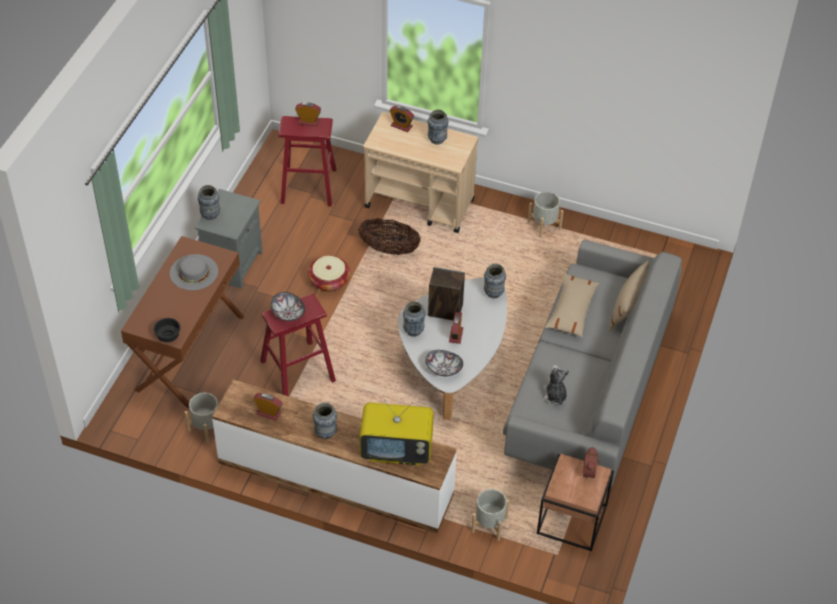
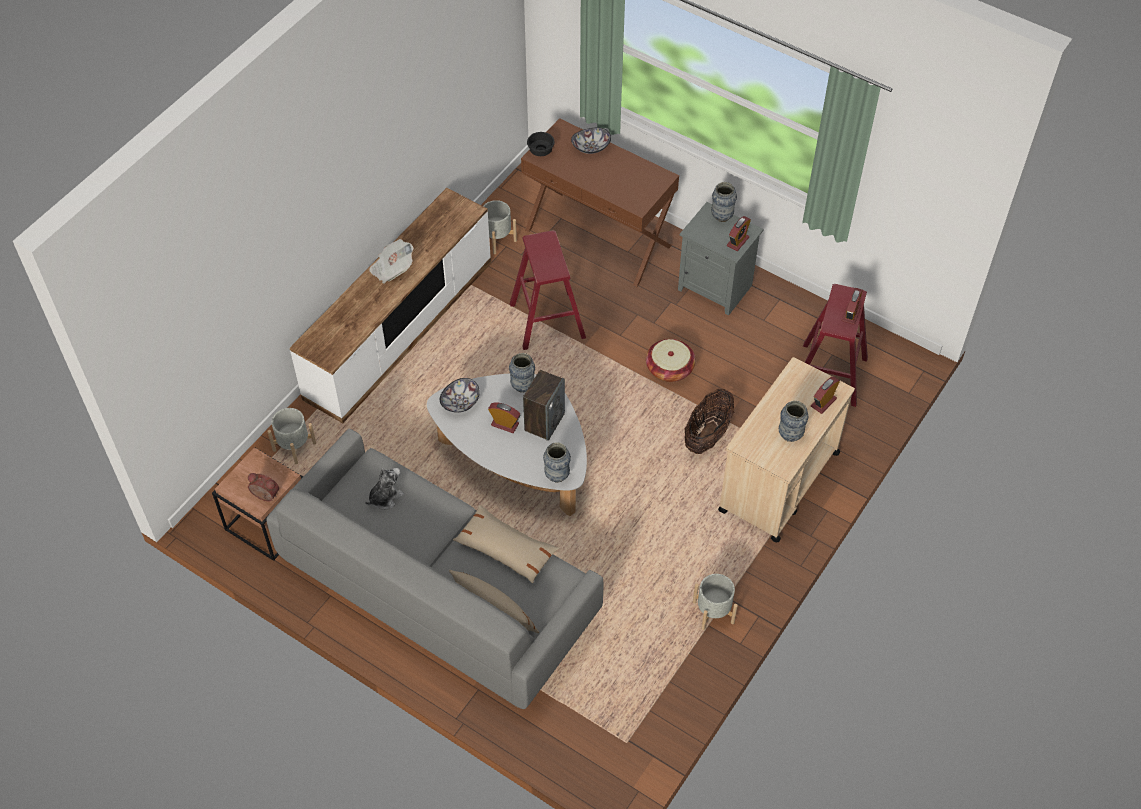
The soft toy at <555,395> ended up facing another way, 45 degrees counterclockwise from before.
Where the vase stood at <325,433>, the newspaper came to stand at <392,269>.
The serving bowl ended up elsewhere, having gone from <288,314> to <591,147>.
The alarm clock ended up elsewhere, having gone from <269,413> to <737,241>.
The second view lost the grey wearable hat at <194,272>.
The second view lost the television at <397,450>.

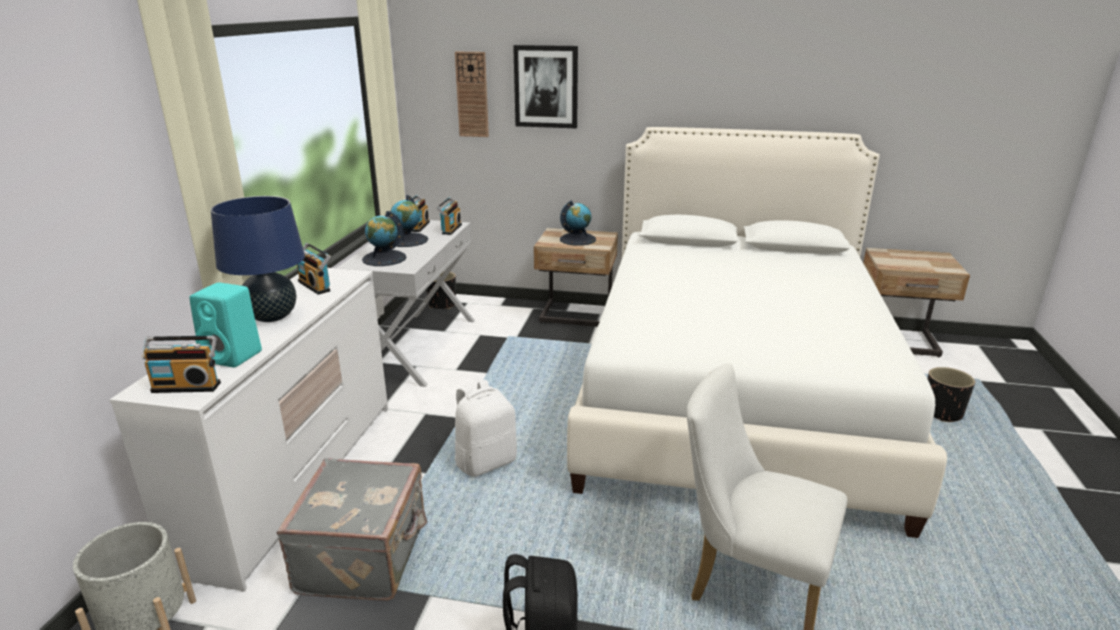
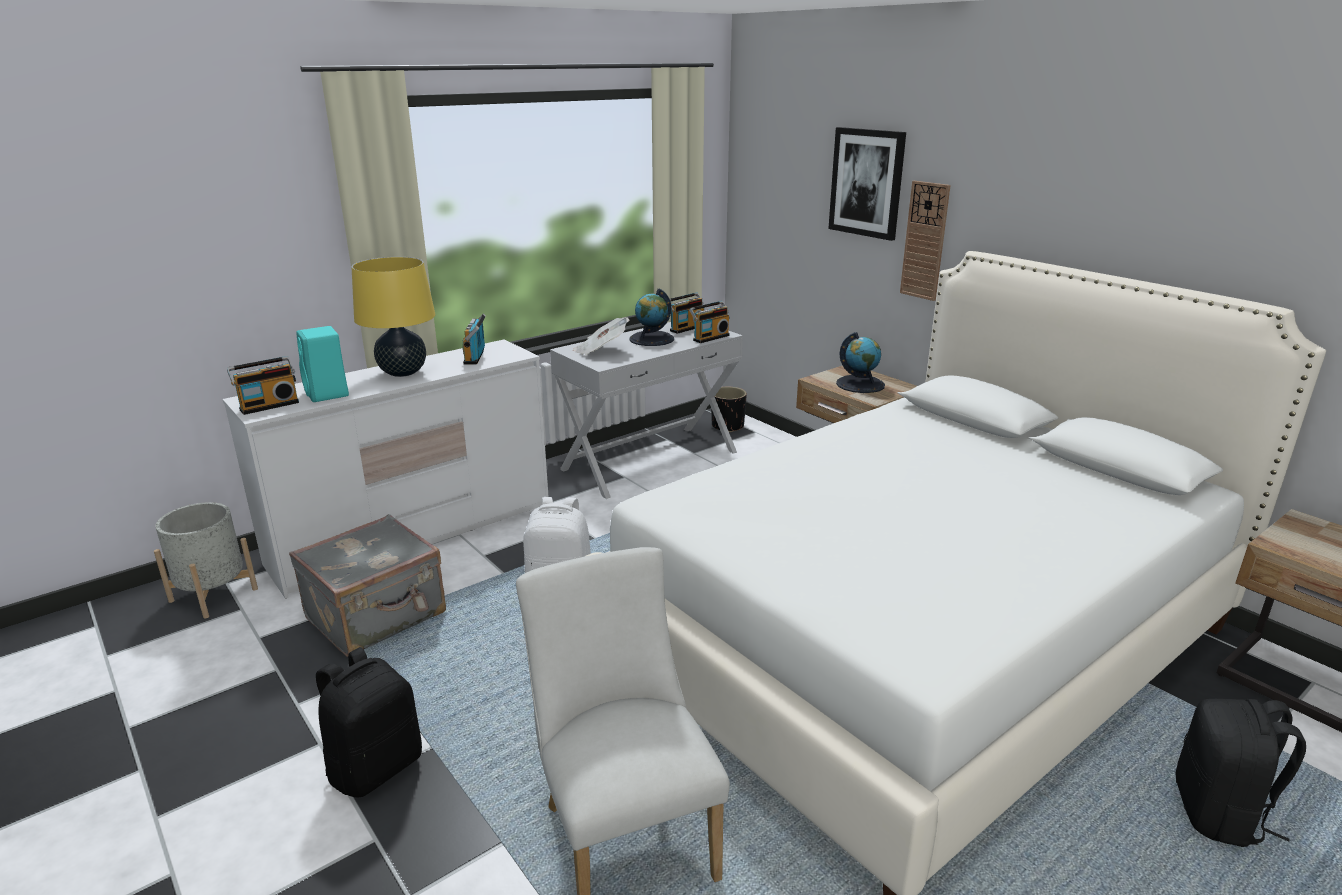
The radio set at <188,386> ended up facing another way, 75 degrees counterclockwise from before.
What was the bluish table lamp at <272,317> turned into the yellow-coloured table lamp at <403,372>.
Where the globe stood at <384,258>, the newspaper came to stand at <601,351>.
The hanging clock ended up elsewhere, having gone from <472,95> to <925,241>.
Where the blackish plant pot stood at <942,413>, the blackish backpack came to stand at <1219,814>.

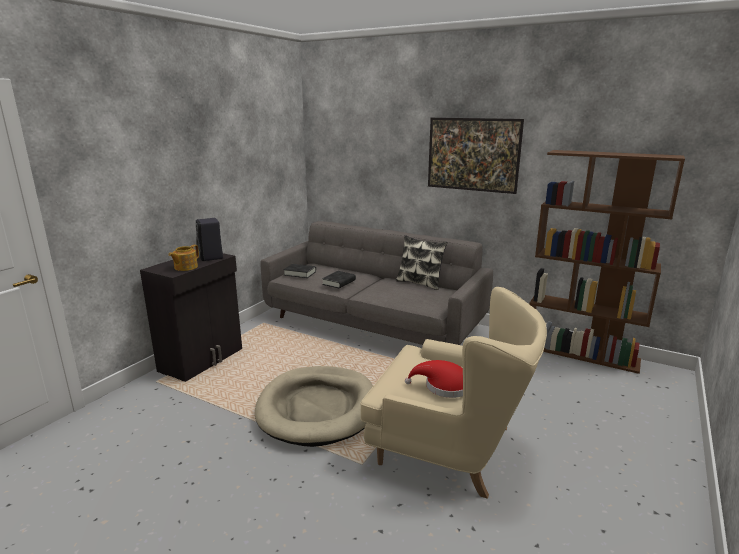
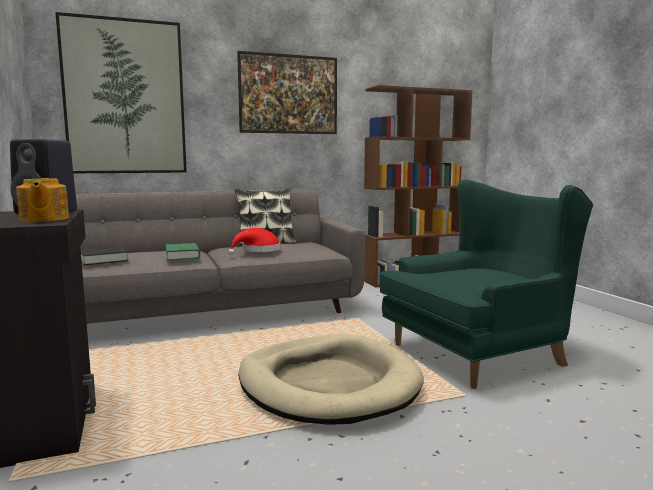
The second view gained the wall picture at <125,97>.
What was the blackish volume at <339,282> turned into the greenish volume at <182,256>.
The red wearable hat ended up elsewhere, having gone from <443,386> to <258,250>.
What was the beige lounge chair at <449,446> turned into the greenish lounge chair at <480,353>.

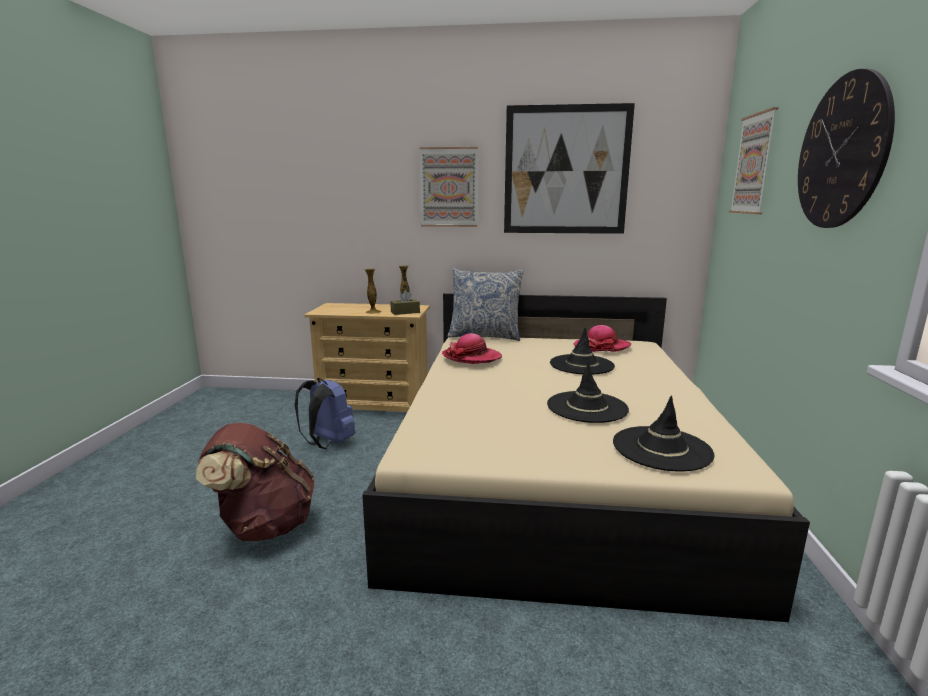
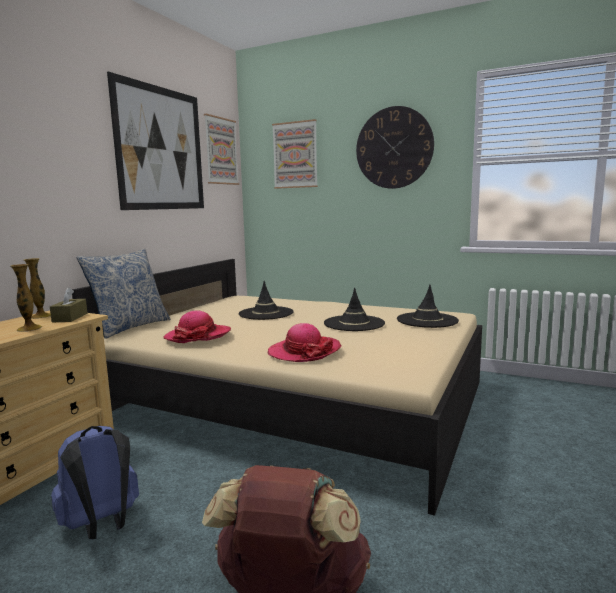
The wall picture ended up elsewhere, having gone from <449,187> to <221,151>.
The wearable hat ended up elsewhere, having gone from <602,347> to <304,352>.

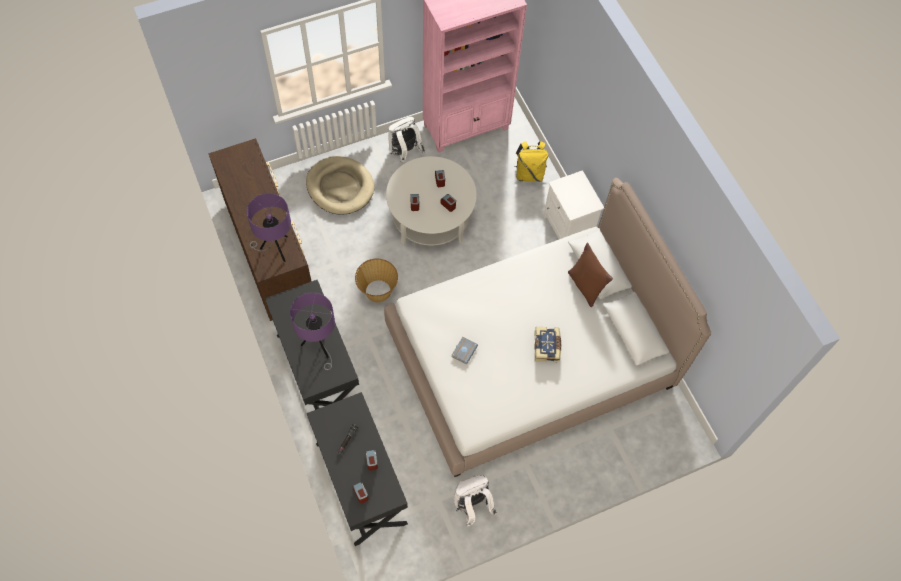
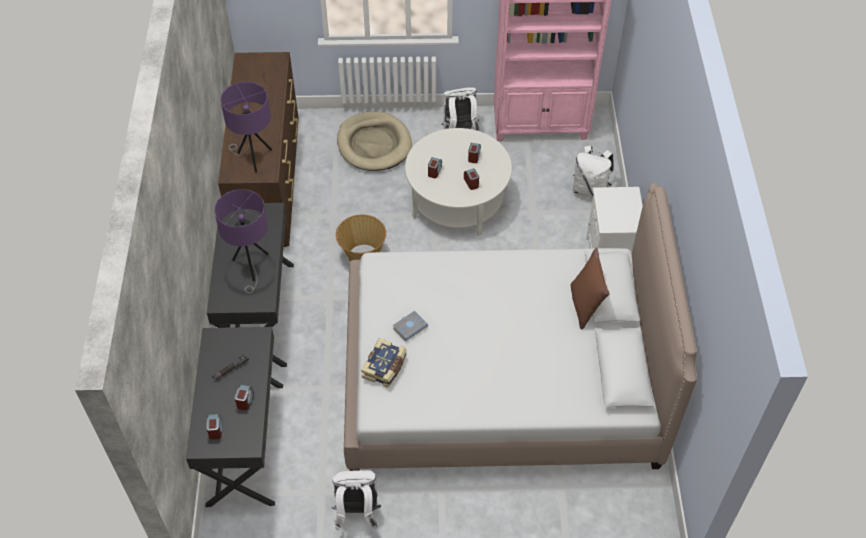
The volume ended up elsewhere, having gone from <547,347> to <385,367>.
What was the yellow-coloured backpack at <529,174> turned into the white-coloured backpack at <590,190>.

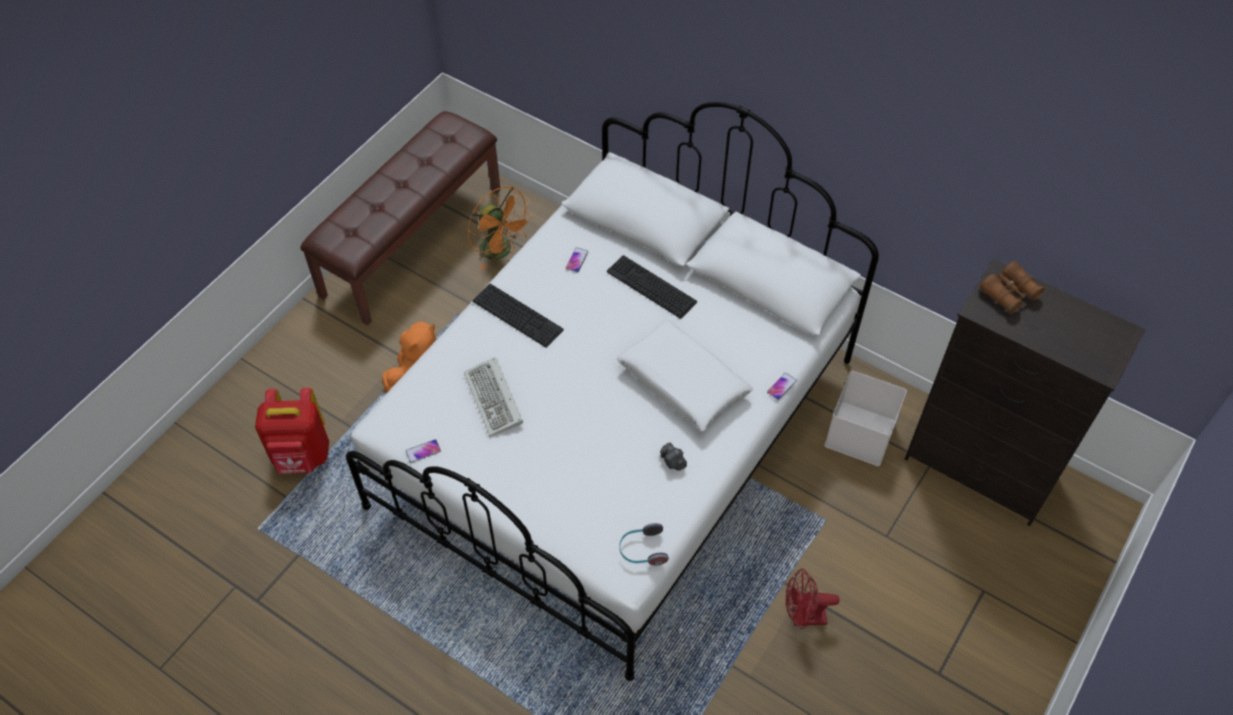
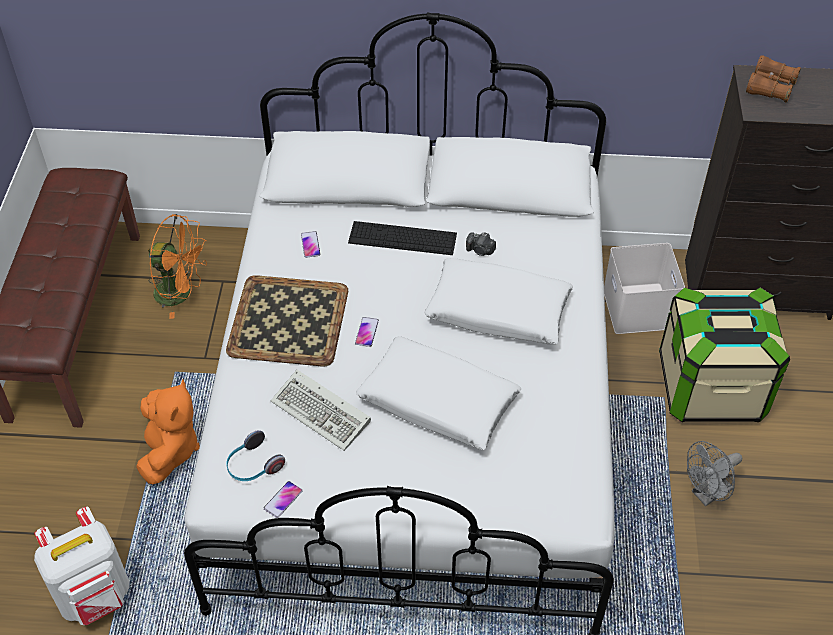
What was the red backpack at <302,456> turned into the white-coloured backpack at <95,596>.
Where the computer keyboard stood at <517,315>, the carrying tray came to stand at <287,321>.
The headphones ended up elsewhere, having gone from <642,550> to <253,466>.
The handset ended up elsewhere, having gone from <781,386> to <366,332>.
The second view gained the white-coloured throw pillow at <438,402>.
The photo camera ended up elsewhere, having gone from <673,462> to <480,250>.
The second view gained the storage box at <711,387>.
What was the red fan at <803,617> turned into the grey fan at <707,494>.

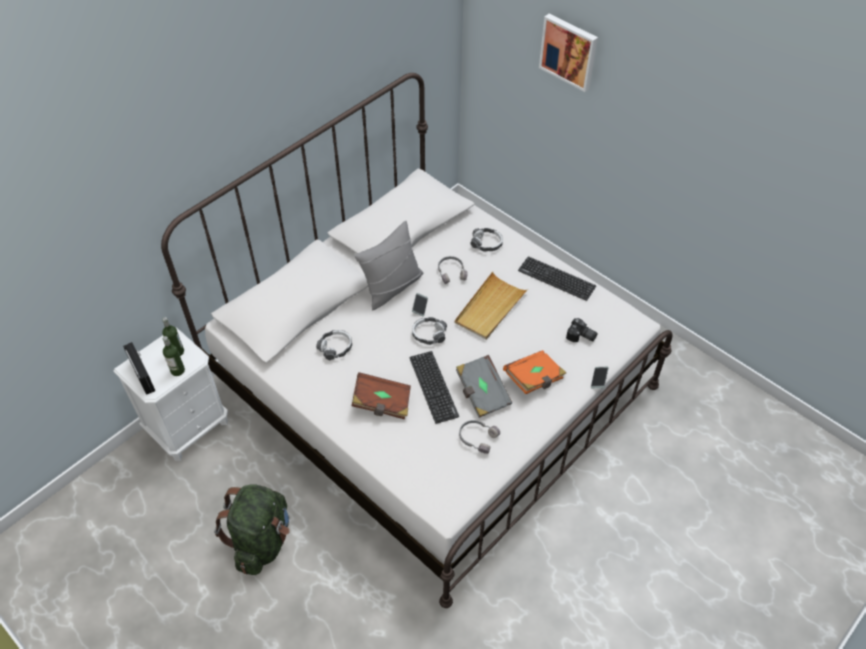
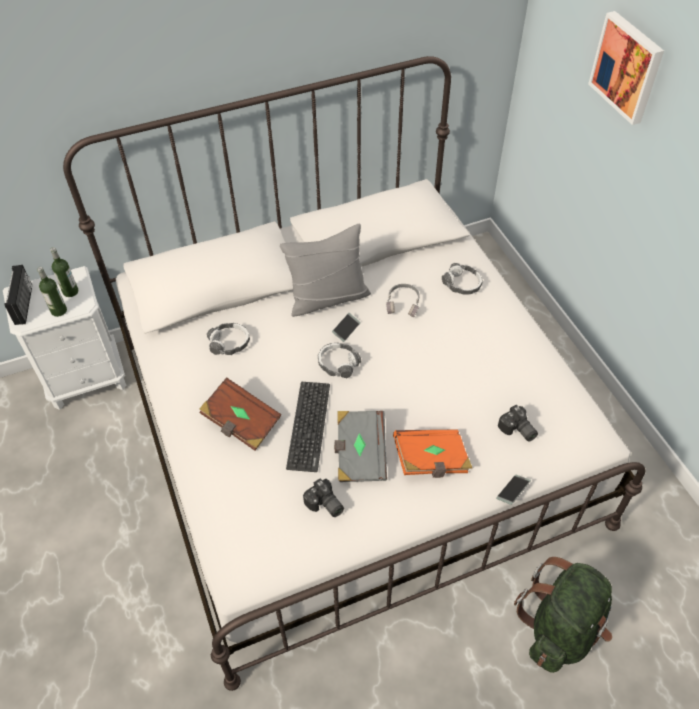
Where the grey headphones stood at <477,437>, the photo camera came to stand at <324,505>.
The greenish backpack ended up elsewhere, having gone from <262,540> to <560,628>.
The second view lost the beige carrying tray at <490,308>.
The second view lost the computer keyboard at <556,278>.

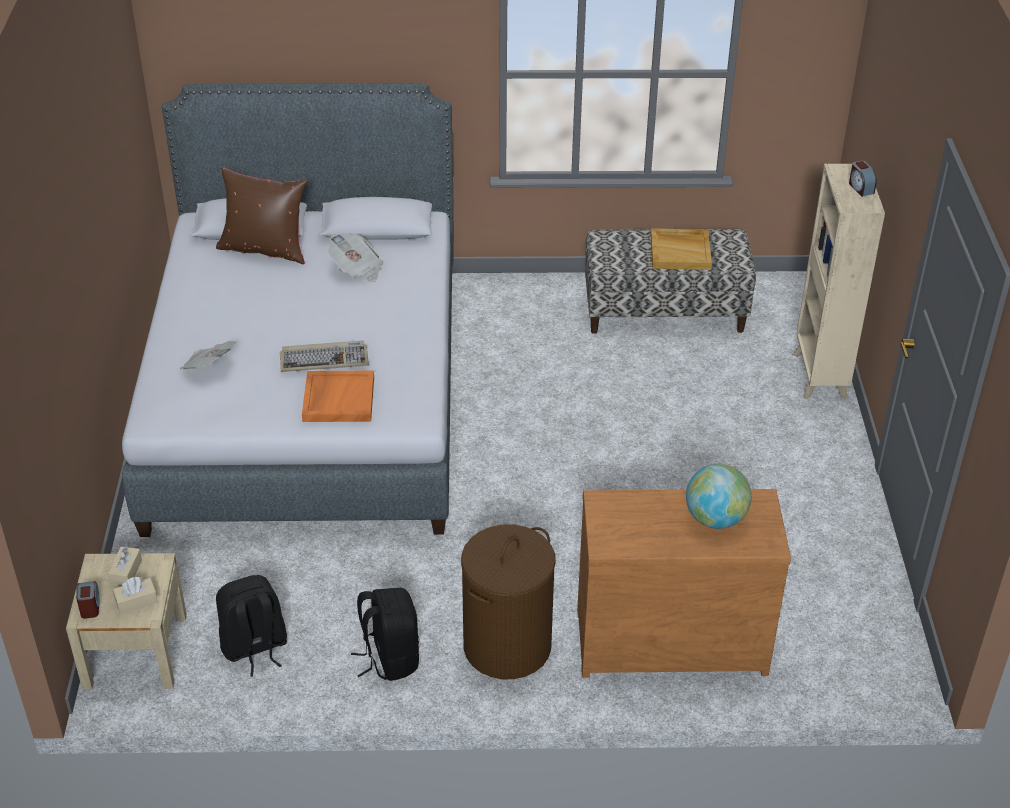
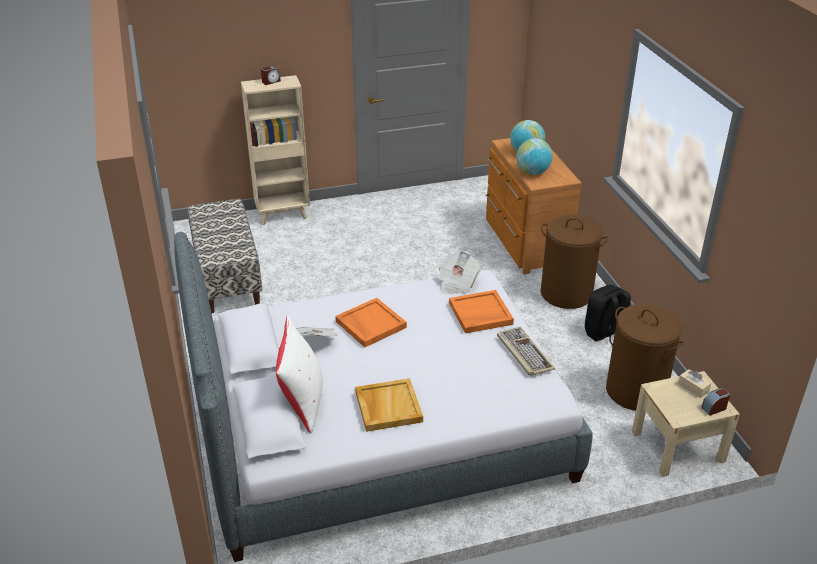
What was the brown-coloured throw pillow at <265,249> turned into the white-coloured throw pillow at <302,401>.
The second view gained the orange carrying tray at <370,324>.
The beige carrying tray ended up elsewhere, having gone from <680,251> to <388,406>.
The newspaper ended up elsewhere, having gone from <209,367> to <457,283>.
The computer keyboard ended up elsewhere, having gone from <324,359> to <523,353>.
The second view gained the globe at <533,172>.
Where the blackish backpack stood at <254,648>, the brown-coloured washing basket came to stand at <636,391>.
The second view lost the beige tissue box at <126,572>.

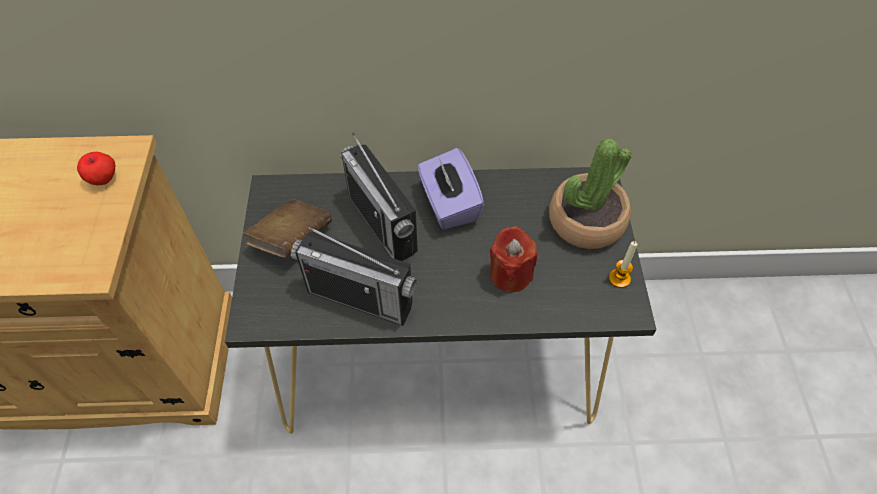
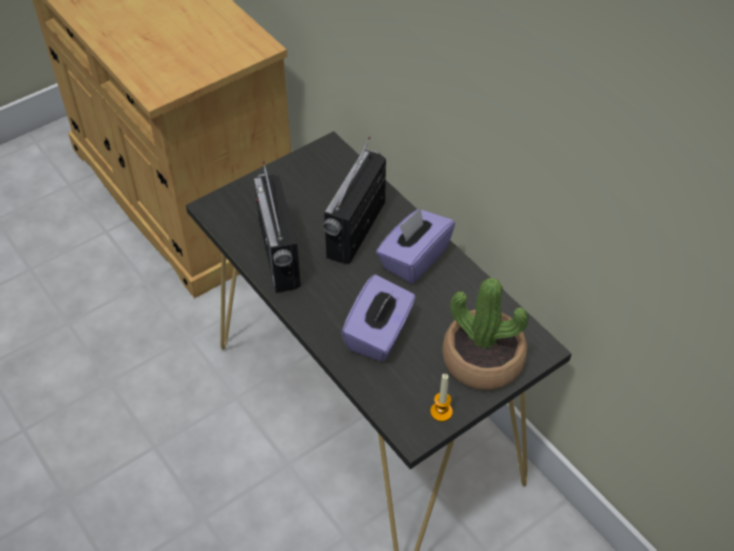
Where the red wax candle stood at <510,274>, the purple-coloured tissue box came to stand at <379,334>.
The second view lost the apple fruit at <103,179>.
The second view lost the brown-coloured volume at <292,239>.

